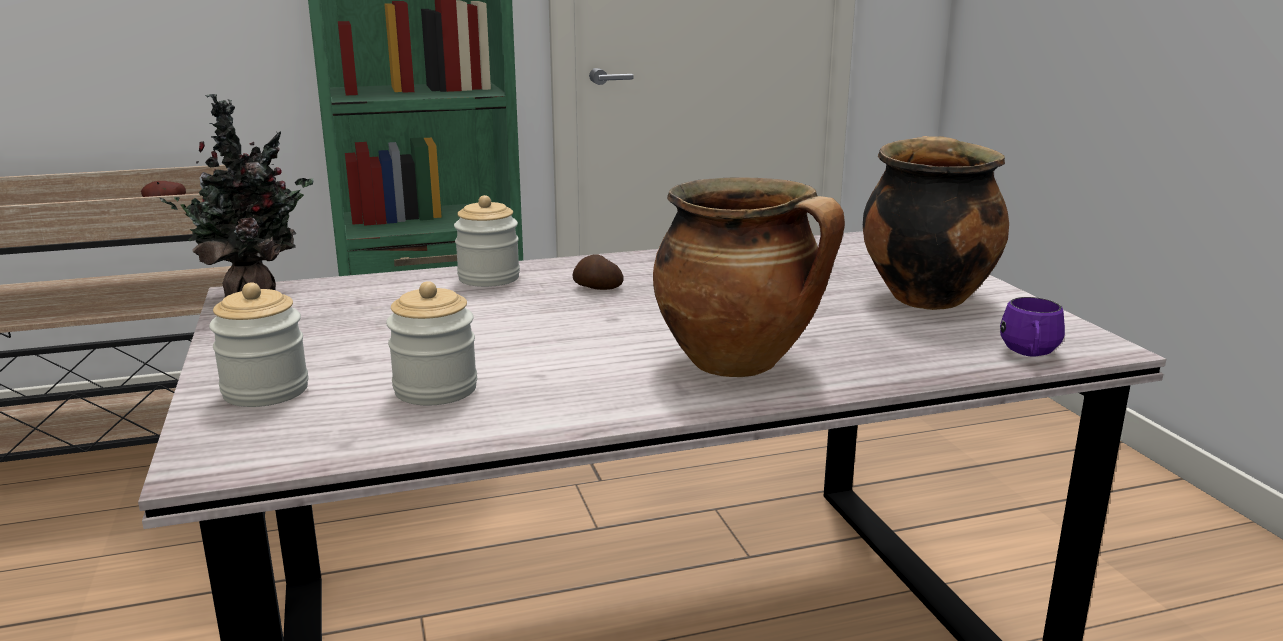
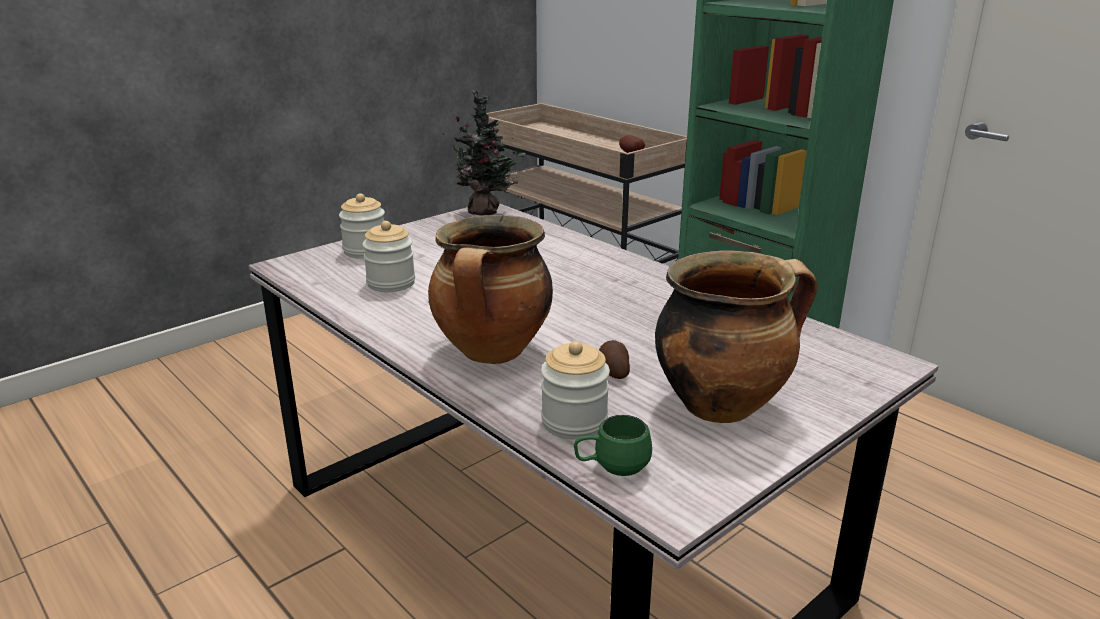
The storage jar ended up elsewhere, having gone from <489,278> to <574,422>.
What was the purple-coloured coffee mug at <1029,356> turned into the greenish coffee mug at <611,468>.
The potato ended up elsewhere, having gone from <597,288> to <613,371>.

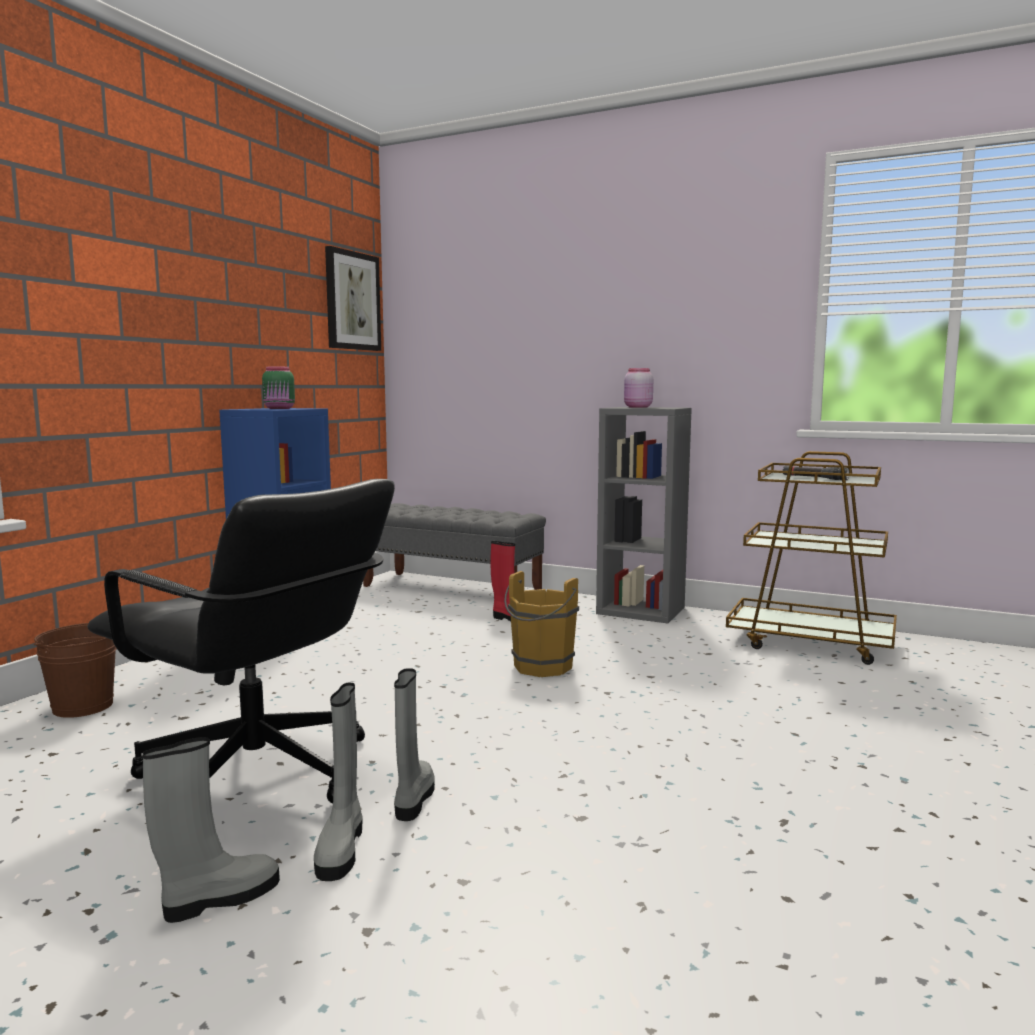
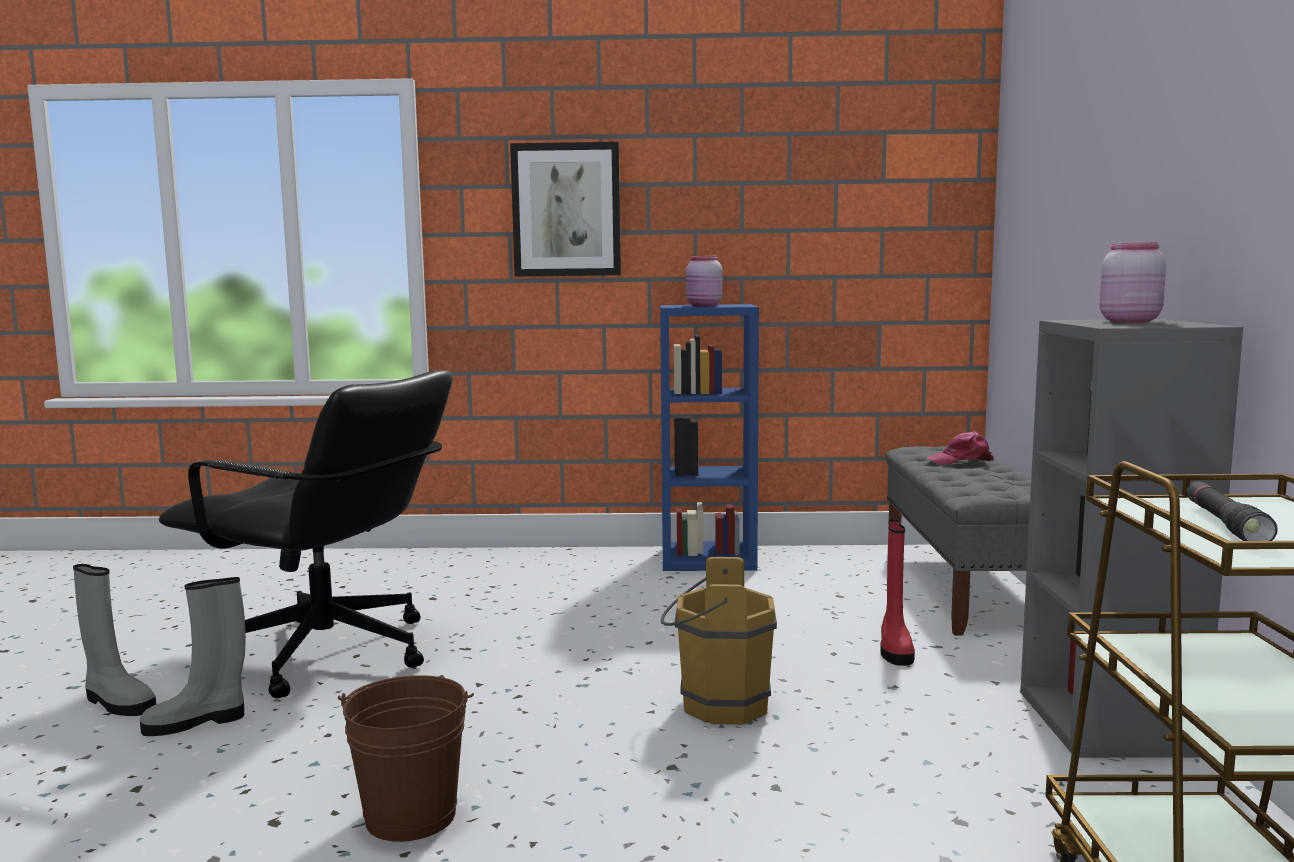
The blackish desk chair at <257,776> ended up facing another way, 75 degrees counterclockwise from before.
The brown-coloured water bucket ended up elsewhere, having gone from <83,706> to <411,816>.
The wall picture ended up elsewhere, having gone from <352,301> to <566,210>.
What was the greenish storage jar at <280,408> turned into the pinkish storage jar at <704,305>.
The second view gained the pinkish peaked cap at <961,461>.
The second view lost the grey tall boot at <413,799>.

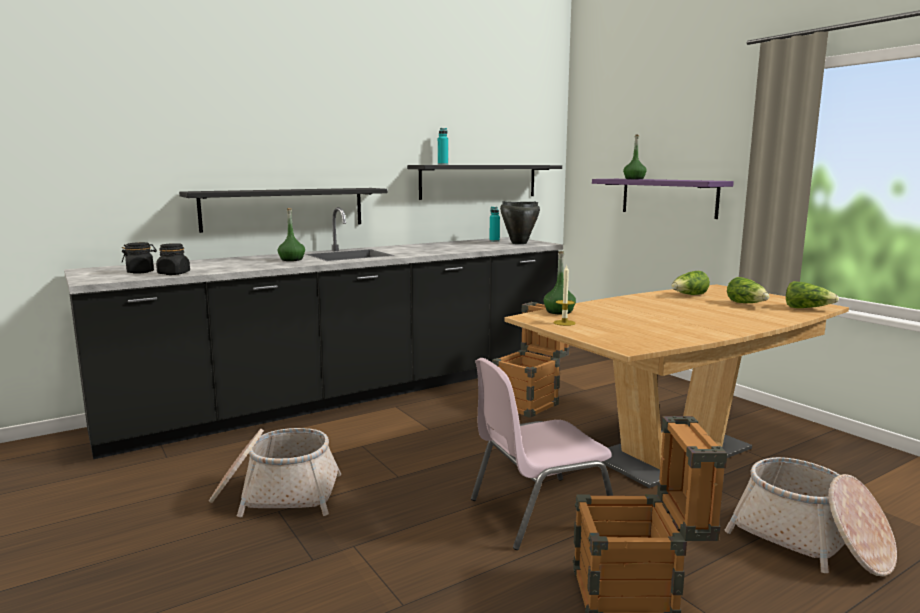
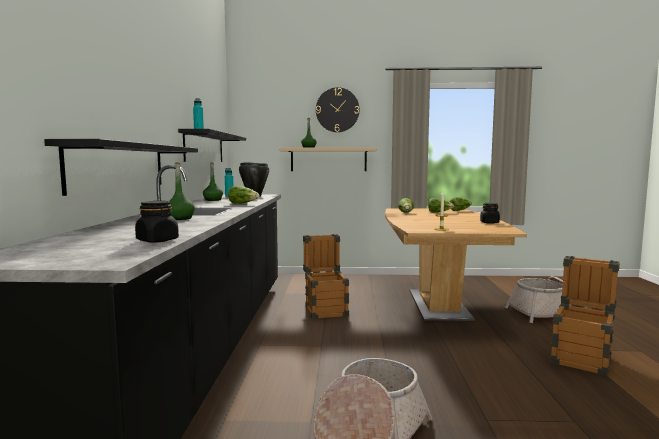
The greenish beverage bottle ended up elsewhere, having gone from <559,312> to <213,200>.
The second view gained the lettuce at <243,204>.
What was the purple-coloured wall shelf at <668,197> turned into the beige wall shelf at <328,159>.
The second view gained the hanging clock at <337,110>.
The blackish storage jar ended up elsewhere, having gone from <141,272> to <489,222>.
The second view lost the pinkish chair at <538,512>.

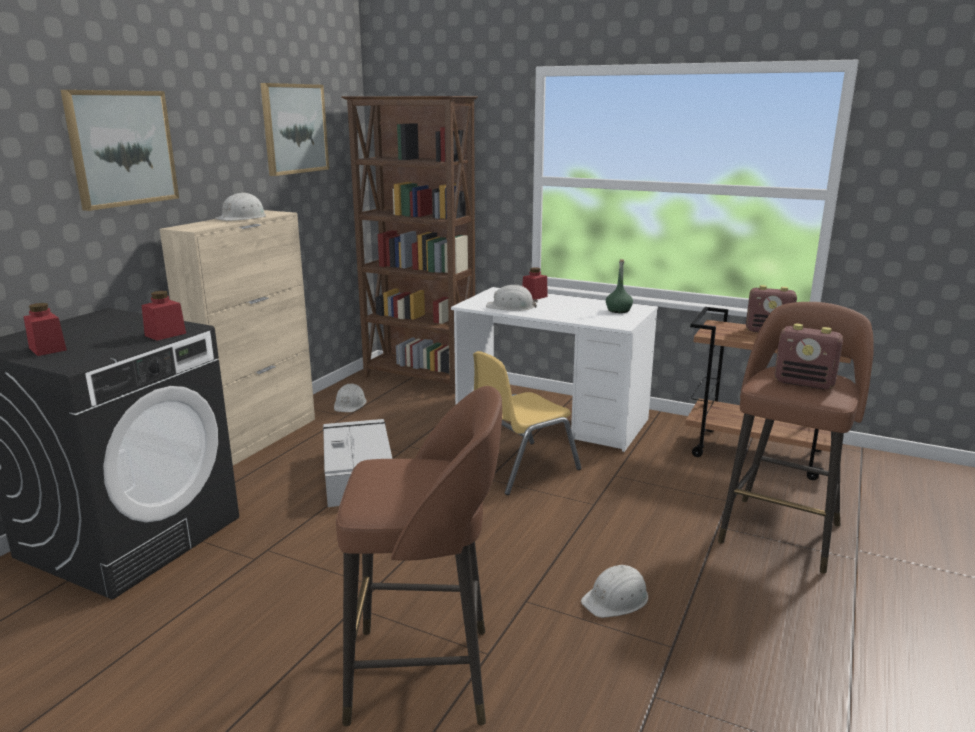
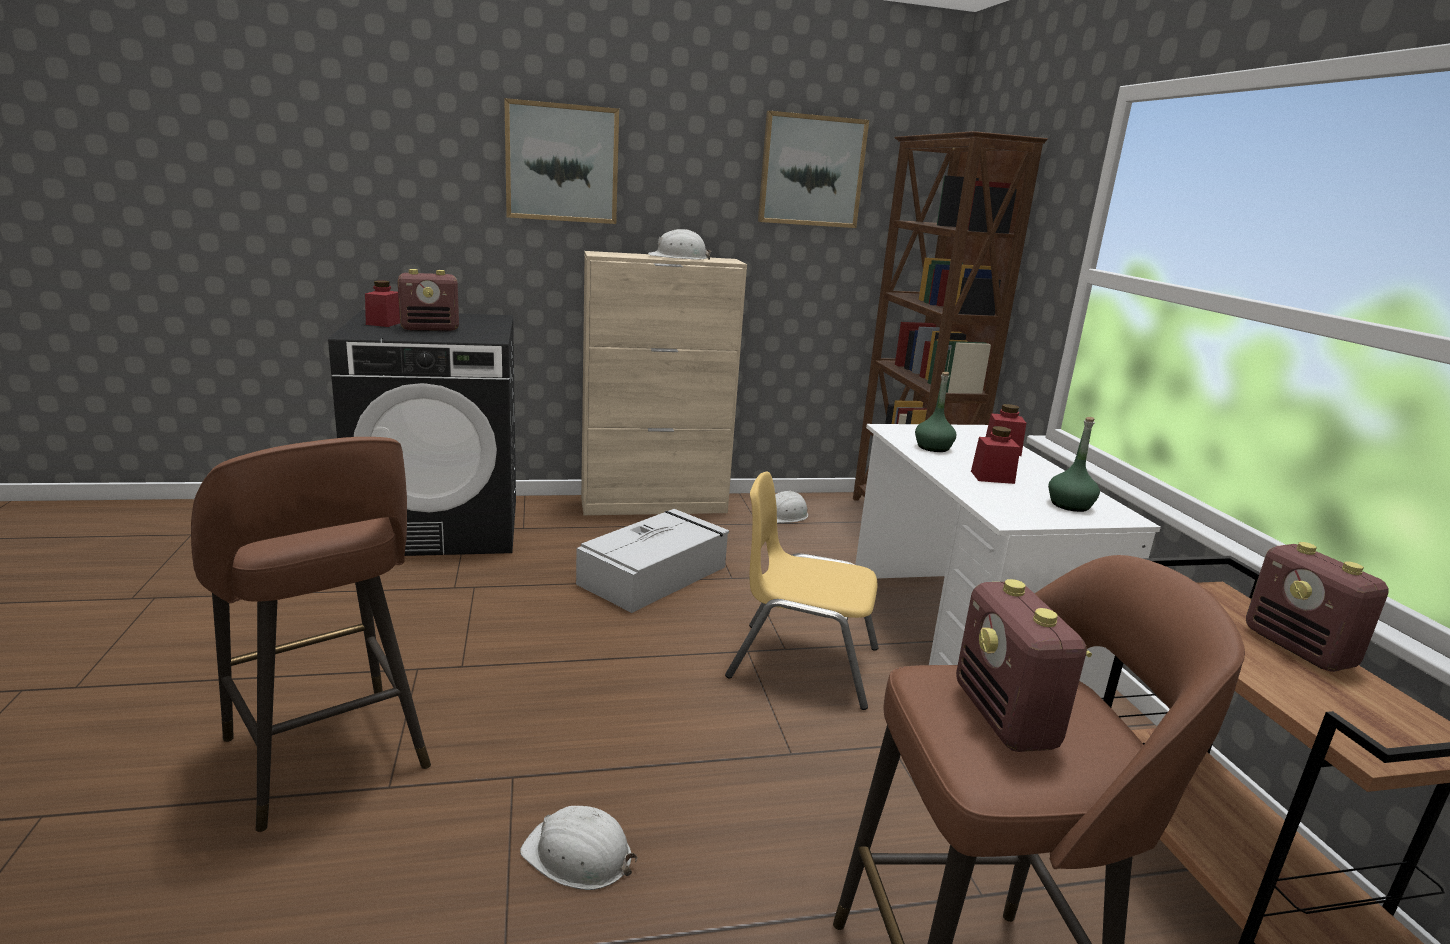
The second view gained the radio set at <431,329>.
Where the white-coloured hard hat stood at <511,307>, the greenish beverage bottle came to stand at <933,447>.
The red storage jar ended up elsewhere, having gone from <165,334> to <992,477>.

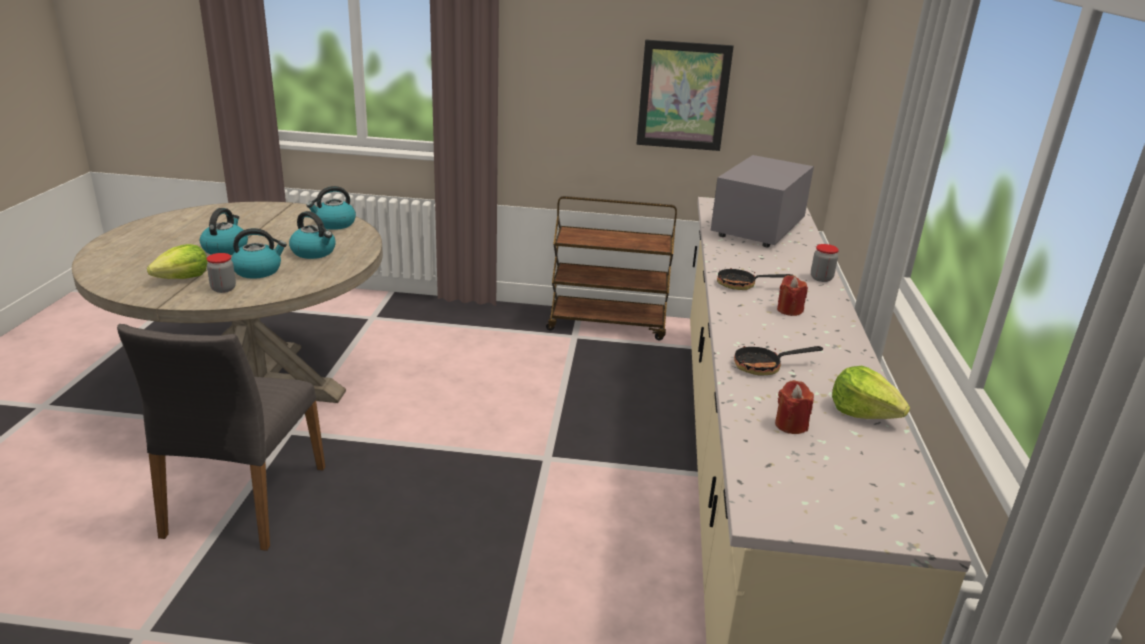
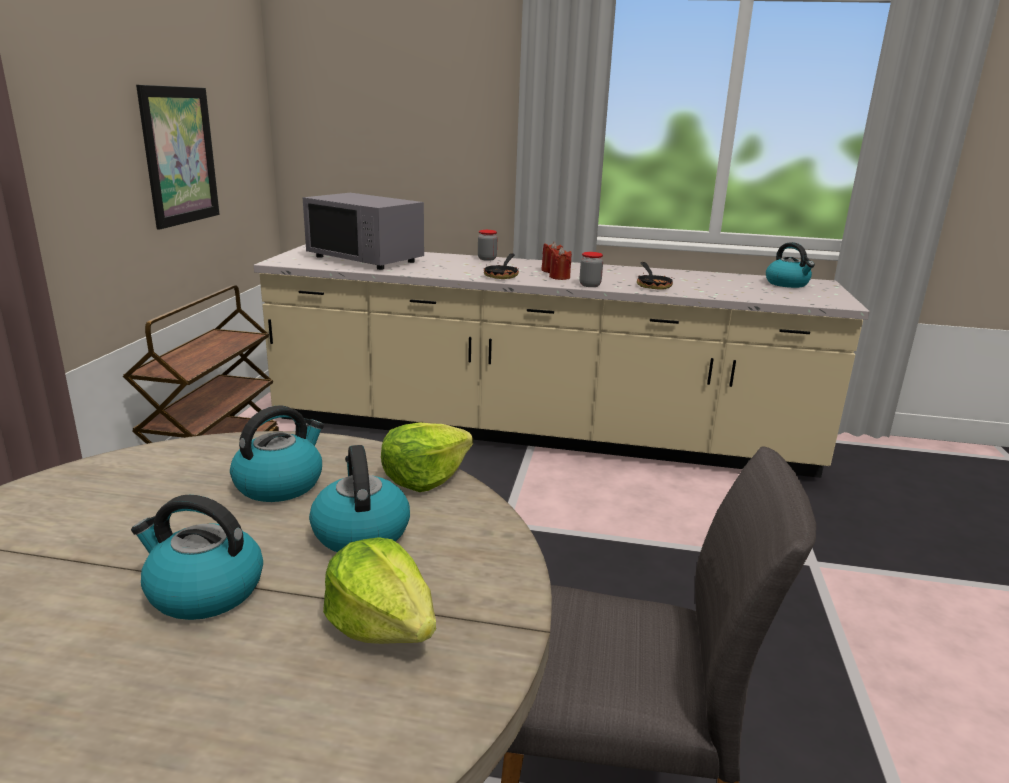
The lettuce ended up elsewhere, having gone from <863,412> to <424,477>.
The red wax candle ended up elsewhere, having gone from <791,425> to <559,277>.
The storage jar ended up elsewhere, having gone from <223,289> to <590,285>.
The kettle ended up elsewhere, having gone from <334,224> to <787,284>.

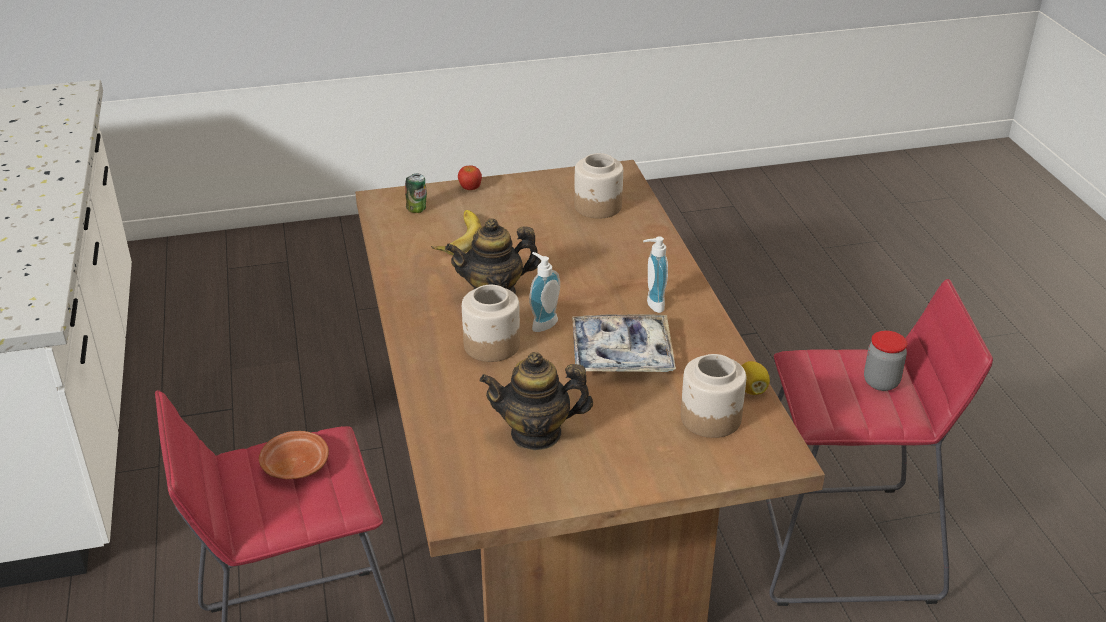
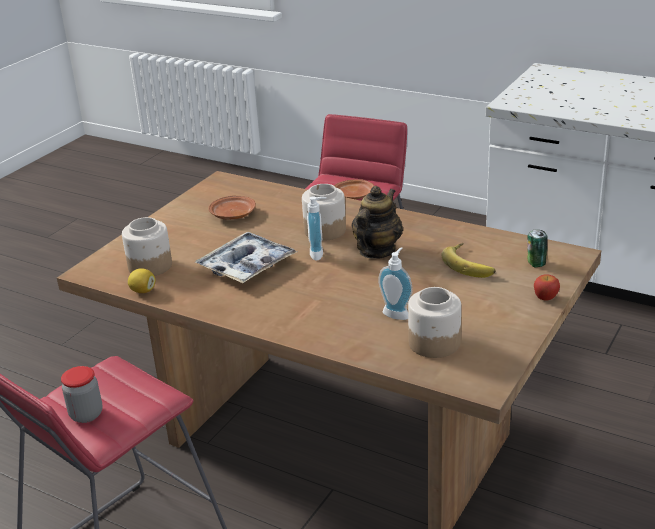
Where the tea pot stood at <536,434>, the brown-coloured plate came to stand at <232,215>.
The soap bottle ended up elsewhere, having gone from <652,304> to <397,313>.

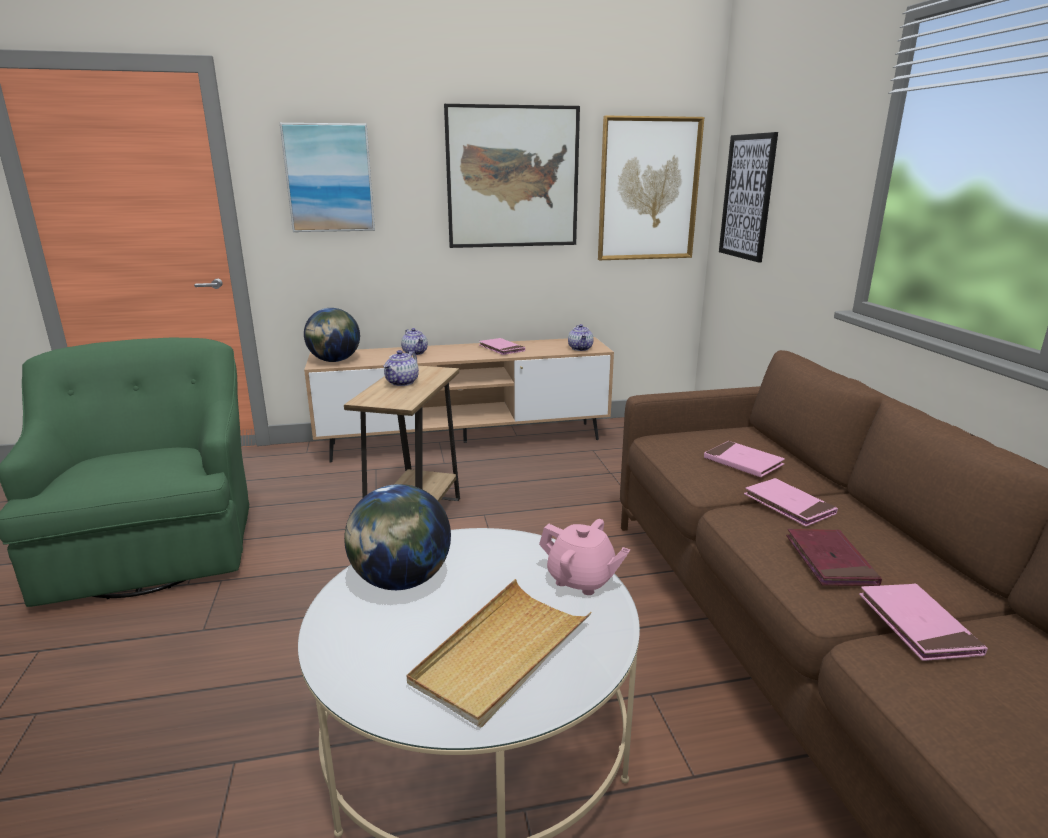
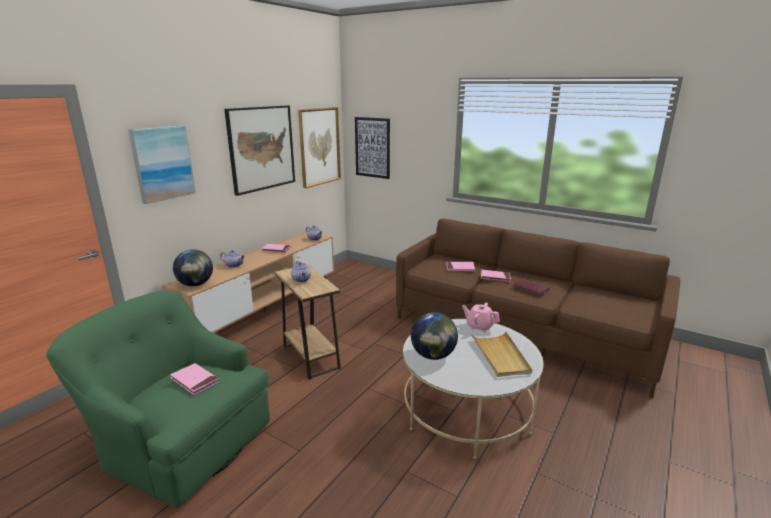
The pinkish volume ended up elsewhere, having gone from <917,625> to <195,380>.
The pinkish tea pot at <581,580> ended up facing another way, 135 degrees counterclockwise from before.

